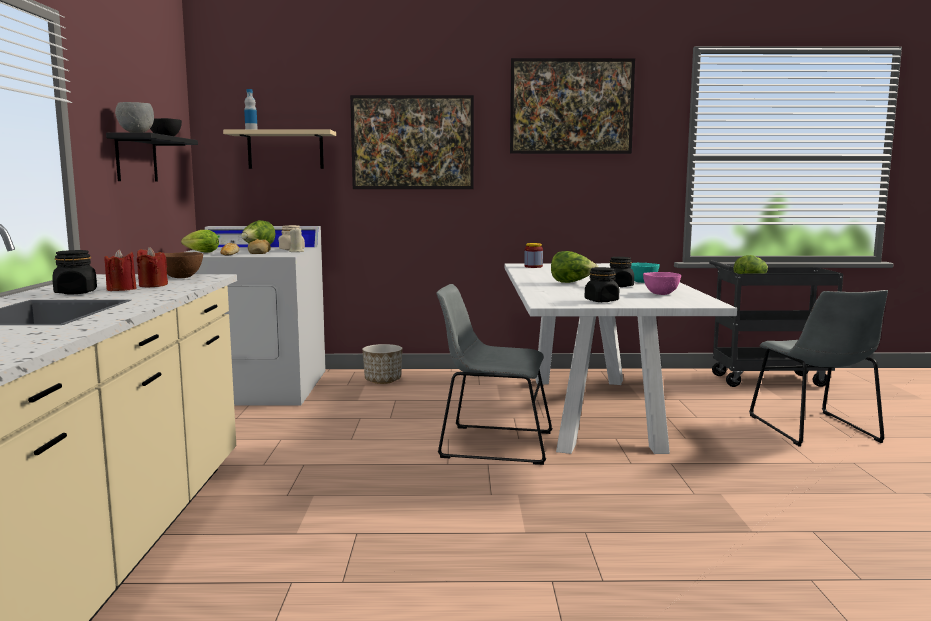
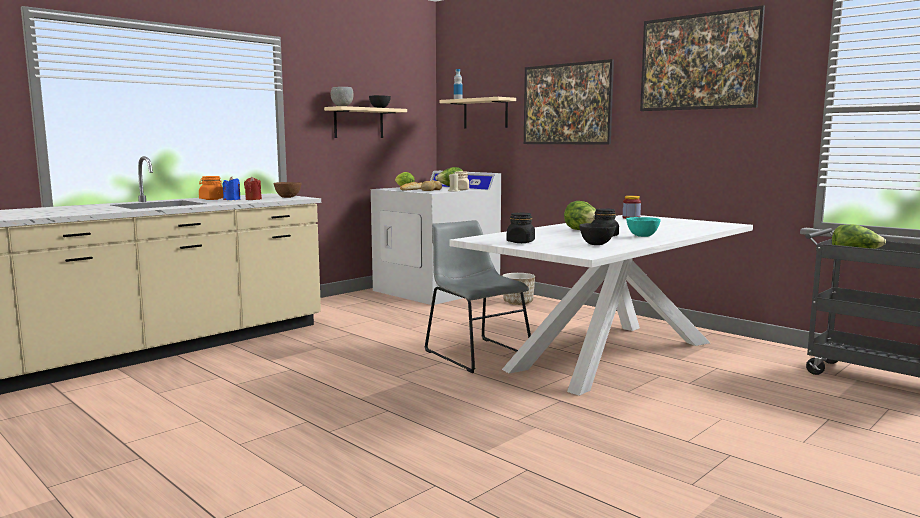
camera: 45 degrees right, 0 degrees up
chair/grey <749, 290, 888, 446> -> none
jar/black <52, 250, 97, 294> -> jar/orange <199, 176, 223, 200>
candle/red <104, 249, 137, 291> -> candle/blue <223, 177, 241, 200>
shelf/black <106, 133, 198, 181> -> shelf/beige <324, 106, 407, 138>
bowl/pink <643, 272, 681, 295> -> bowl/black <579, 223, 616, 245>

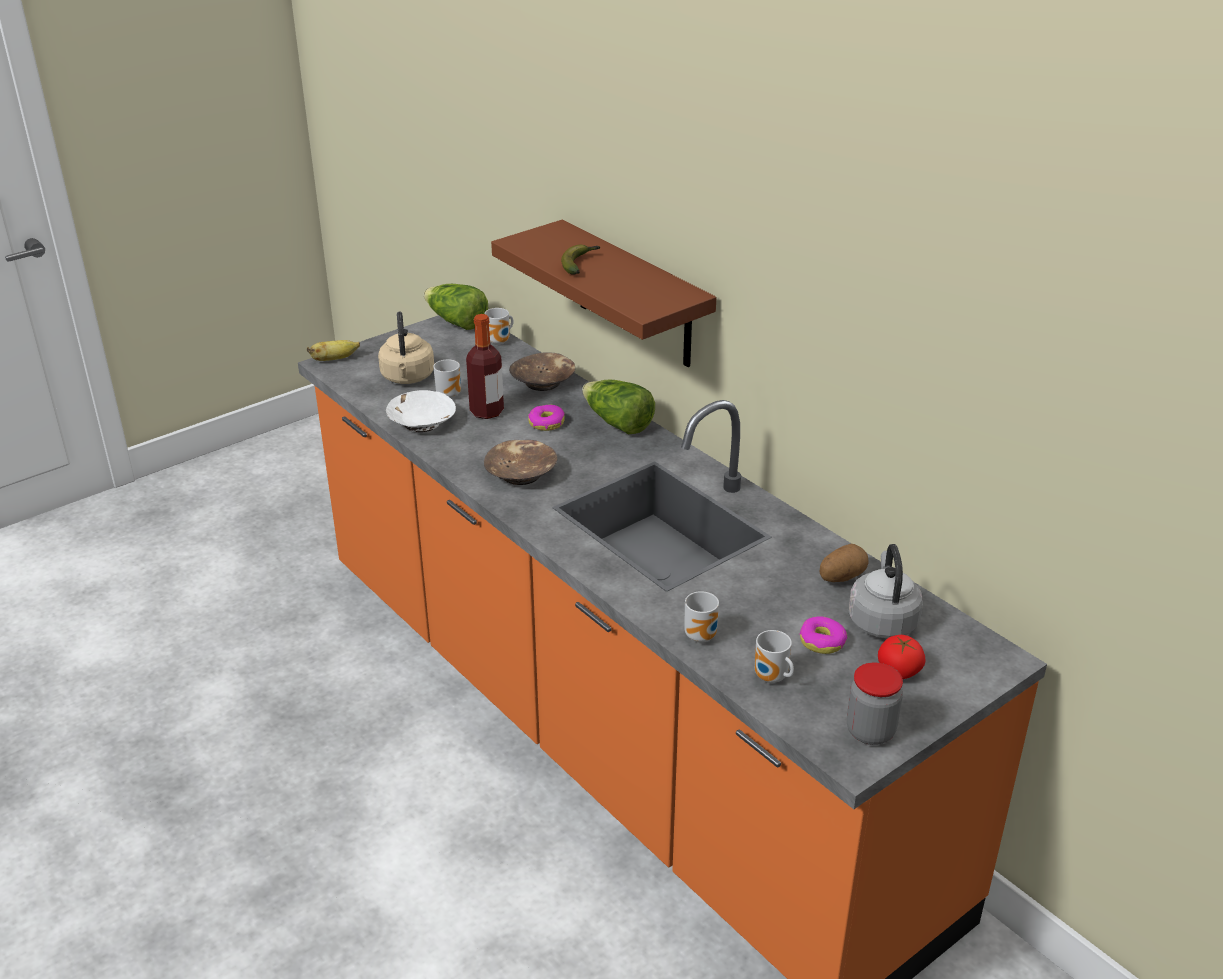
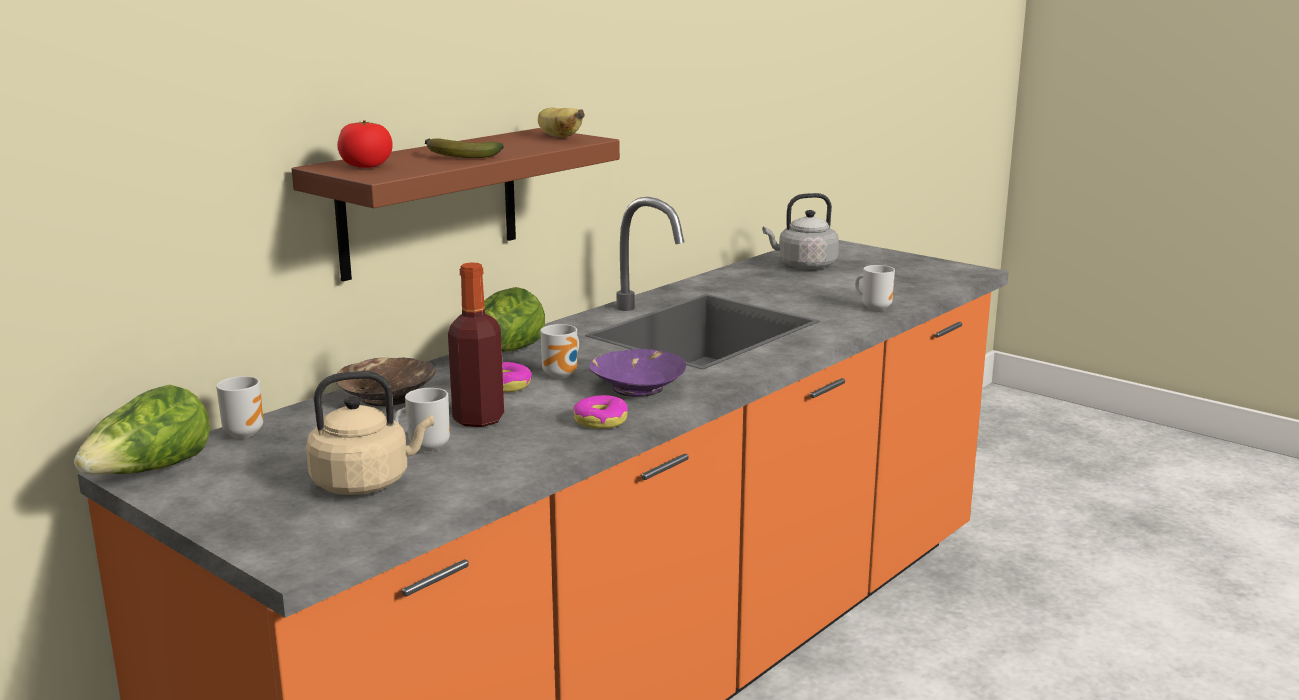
camera: 100 degrees left, 15 degrees down
bowl/white <386, 390, 456, 432> -> none
potato <819, 544, 869, 582> -> none
jar <847, 662, 903, 745> -> none
banana <307, 340, 360, 361> -> banana <538, 108, 585, 138>, shifted
mug <755, 630, 794, 683> -> mug <540, 324, 579, 379>, shifted
donut <799, 616, 847, 654> -> donut <573, 395, 628, 429>, shifted
tomato <878, 635, 925, 679> -> tomato <337, 120, 392, 168>, shifted
bowl/brown <484, 440, 557, 485> -> bowl/purple <590, 349, 686, 397>

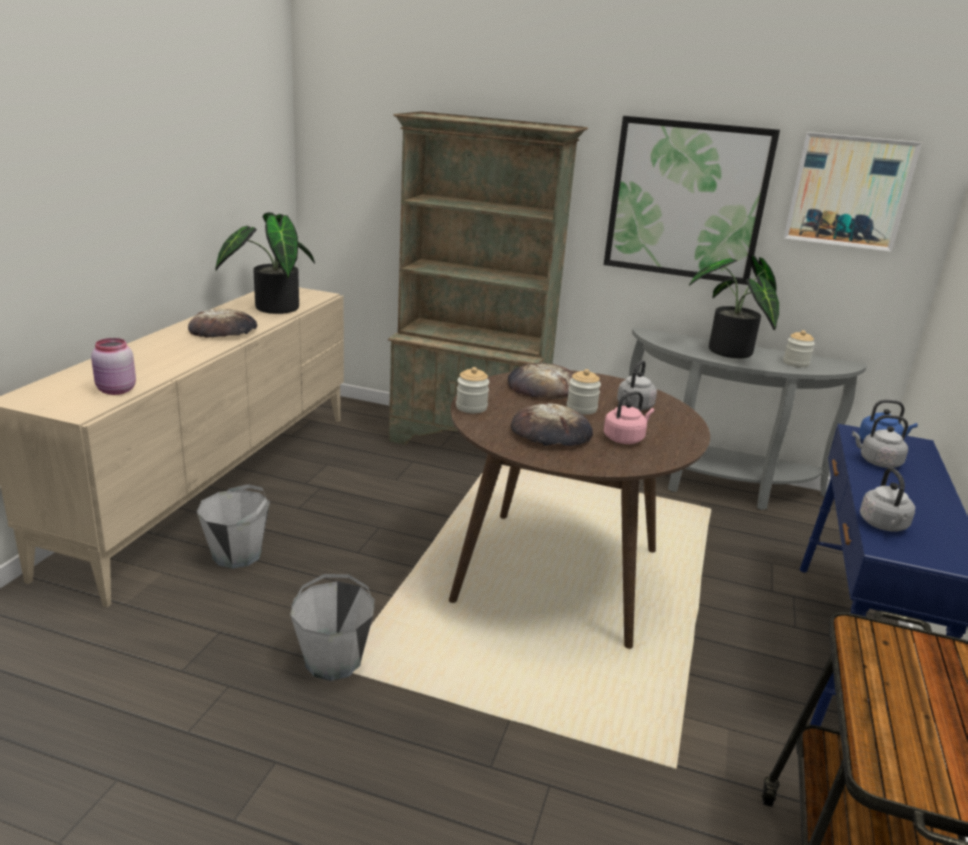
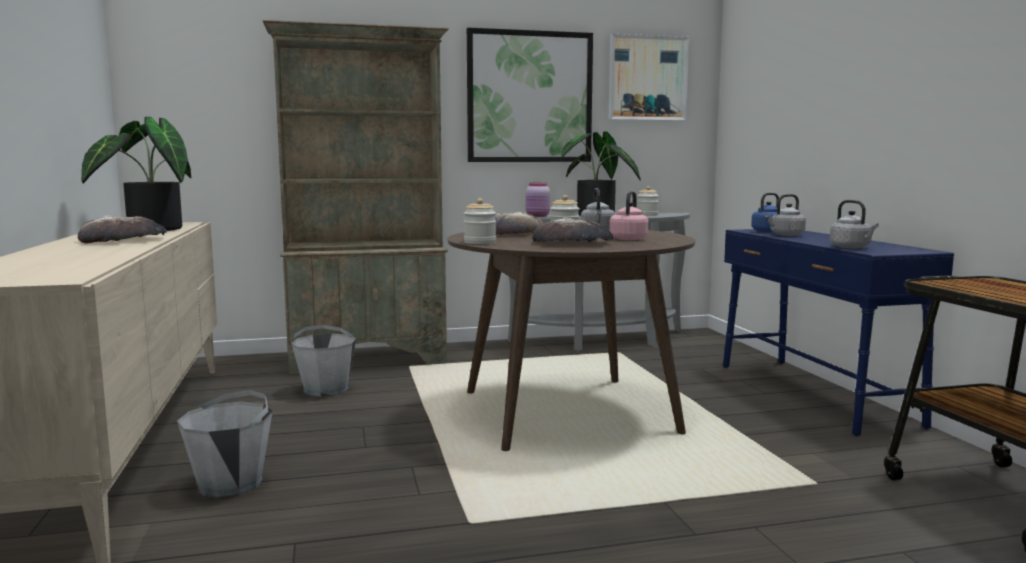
camera: 30 degrees left, 15 degrees down
jar/pink <91, 338, 136, 395> -> jar/pink <525, 182, 550, 217>, shifted
bucket/grey <290, 574, 375, 681> -> bucket/grey <291, 325, 357, 397>, shifted

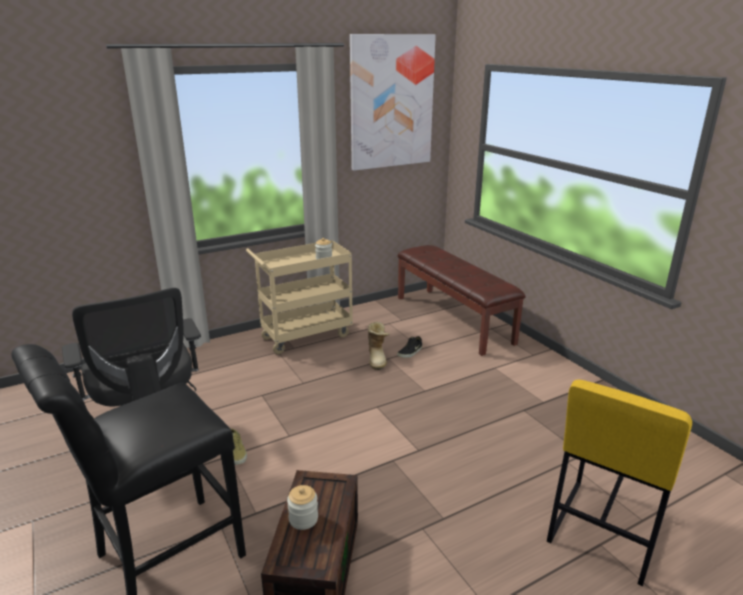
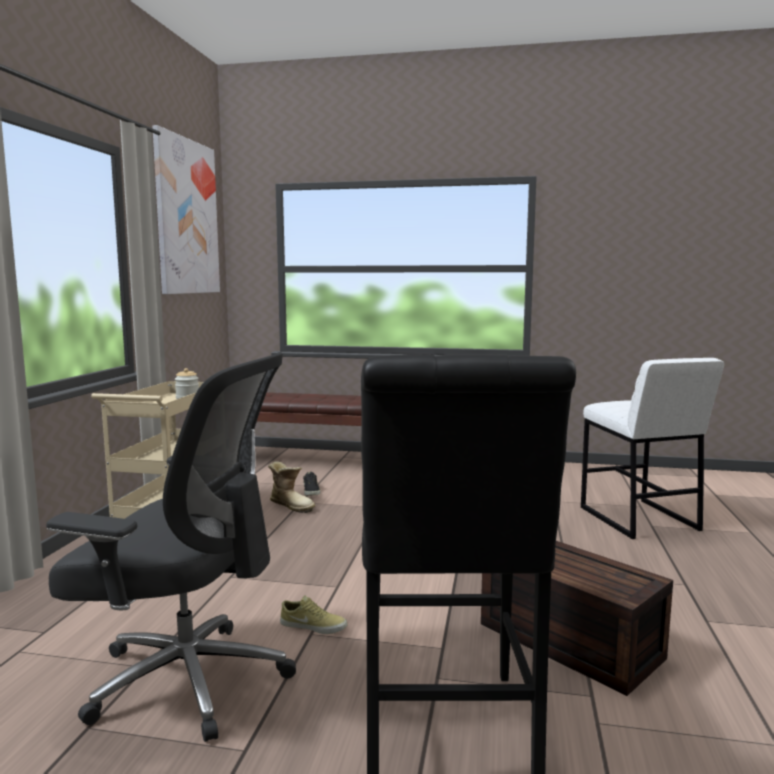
camera: 50 degrees left, 15 degrees down
jar <287, 485, 318, 530> -> none
chair/yellow <547, 380, 692, 586> -> chair/white <581, 358, 724, 539>

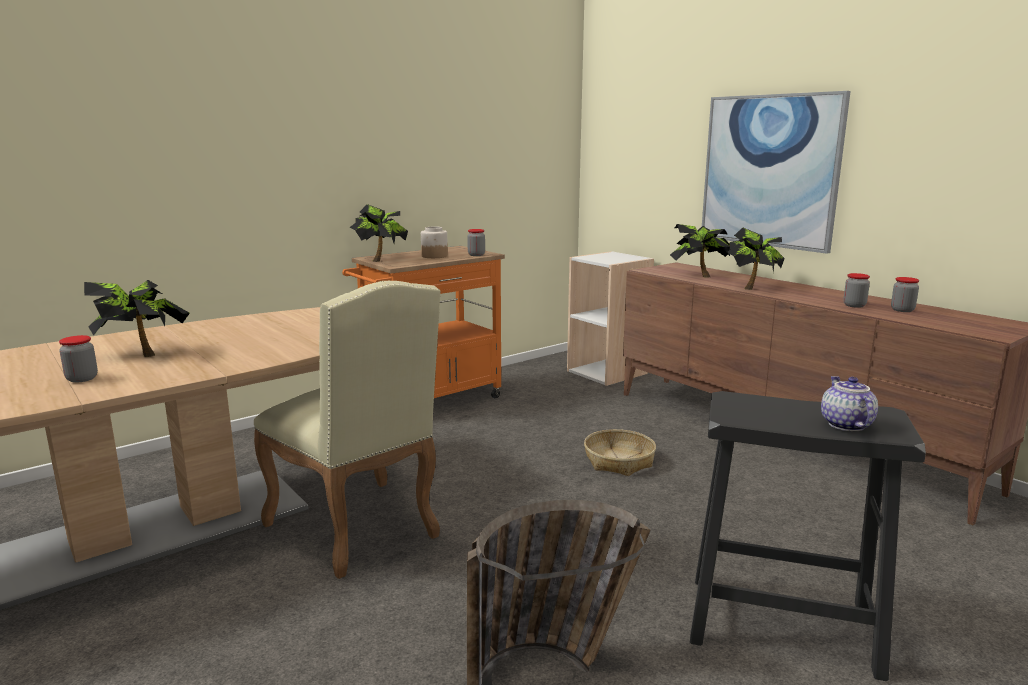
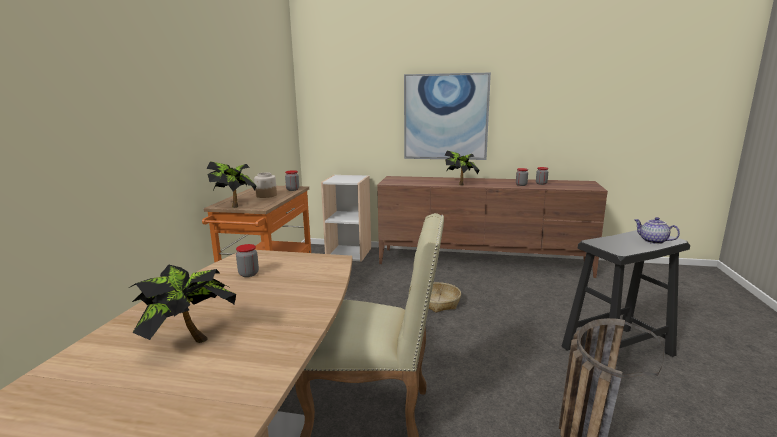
camera: 40 degrees left, 0 degrees up
potted plant <670, 224, 730, 278> -> none
jar <59, 335, 98, 383> -> jar <236, 244, 259, 277>, shifted

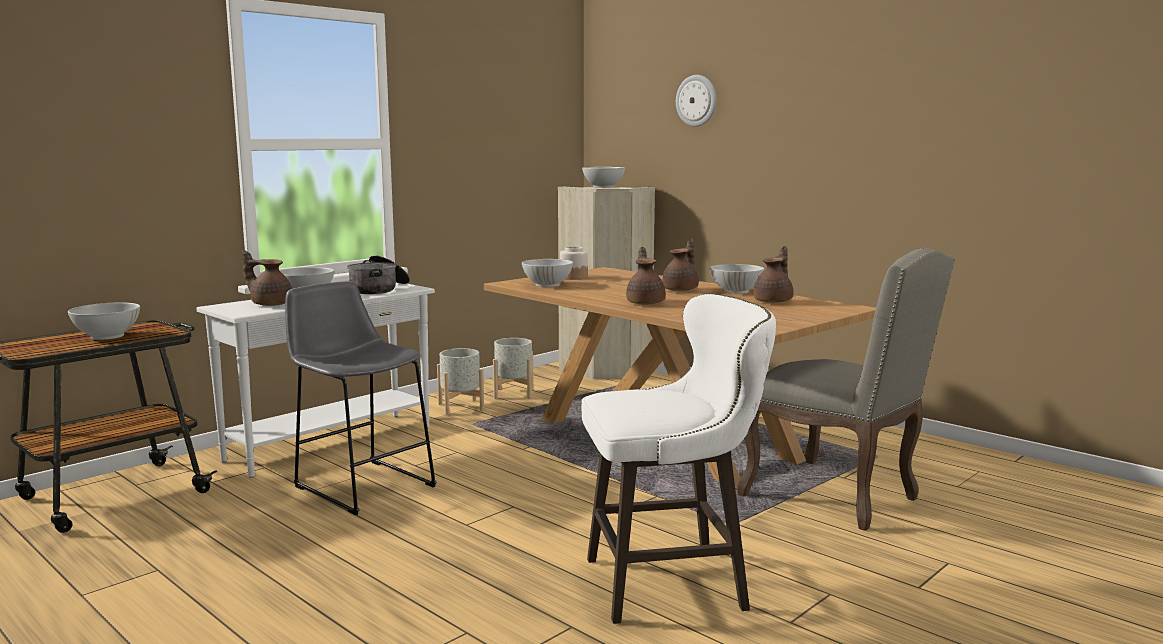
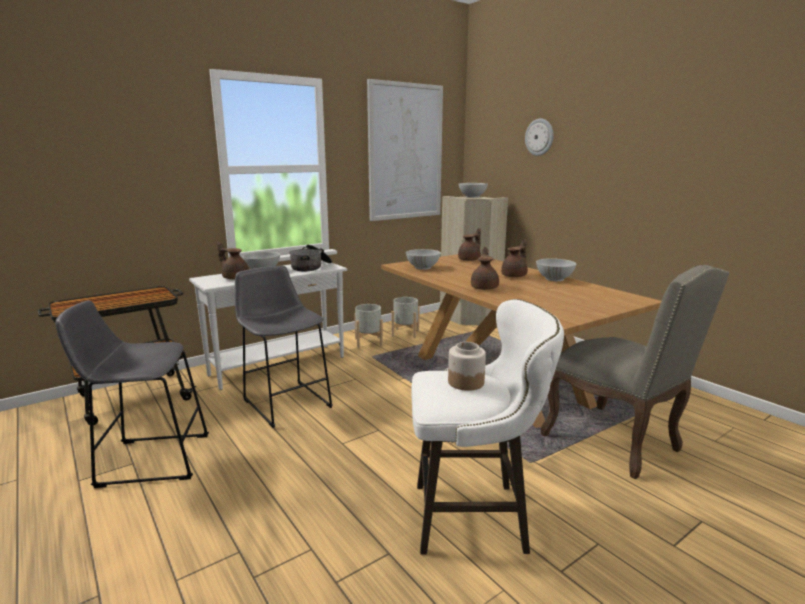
camera: 10 degrees right, 5 degrees up
bowl/white <68, 302, 140, 340> -> none
none -> stool/grey <55, 300, 209, 488>
none -> picture <367, 79, 443, 221>
jar <560, 246, 588, 280> -> jar <448, 342, 486, 391>, shifted
teapot/brown <754, 246, 794, 303> -> teapot/brown <458, 228, 481, 261>, shifted

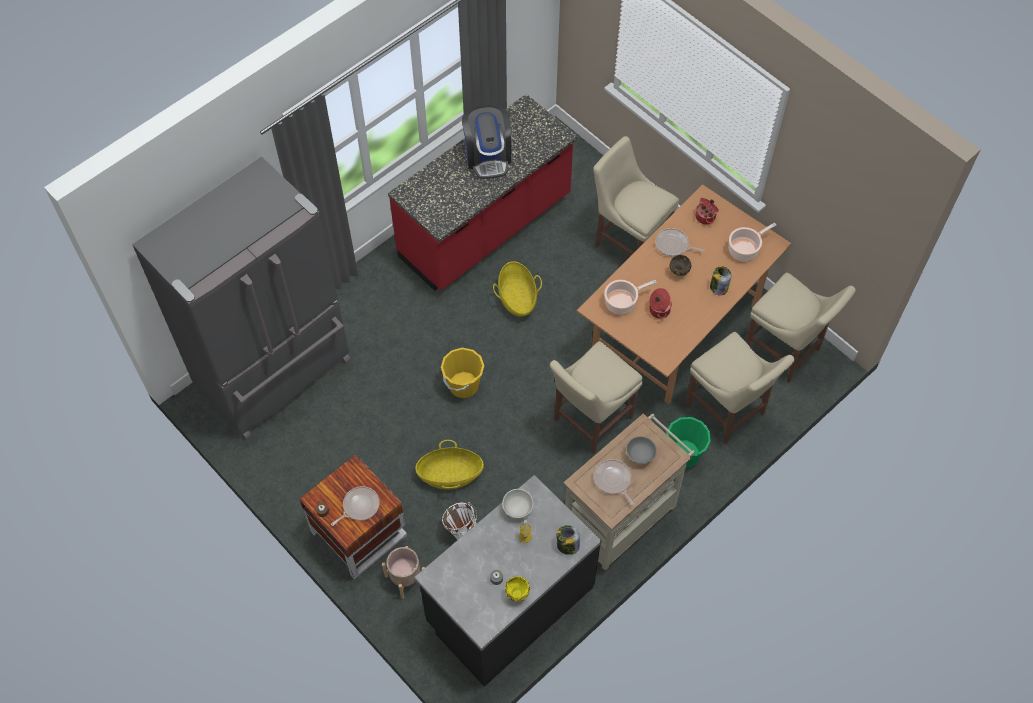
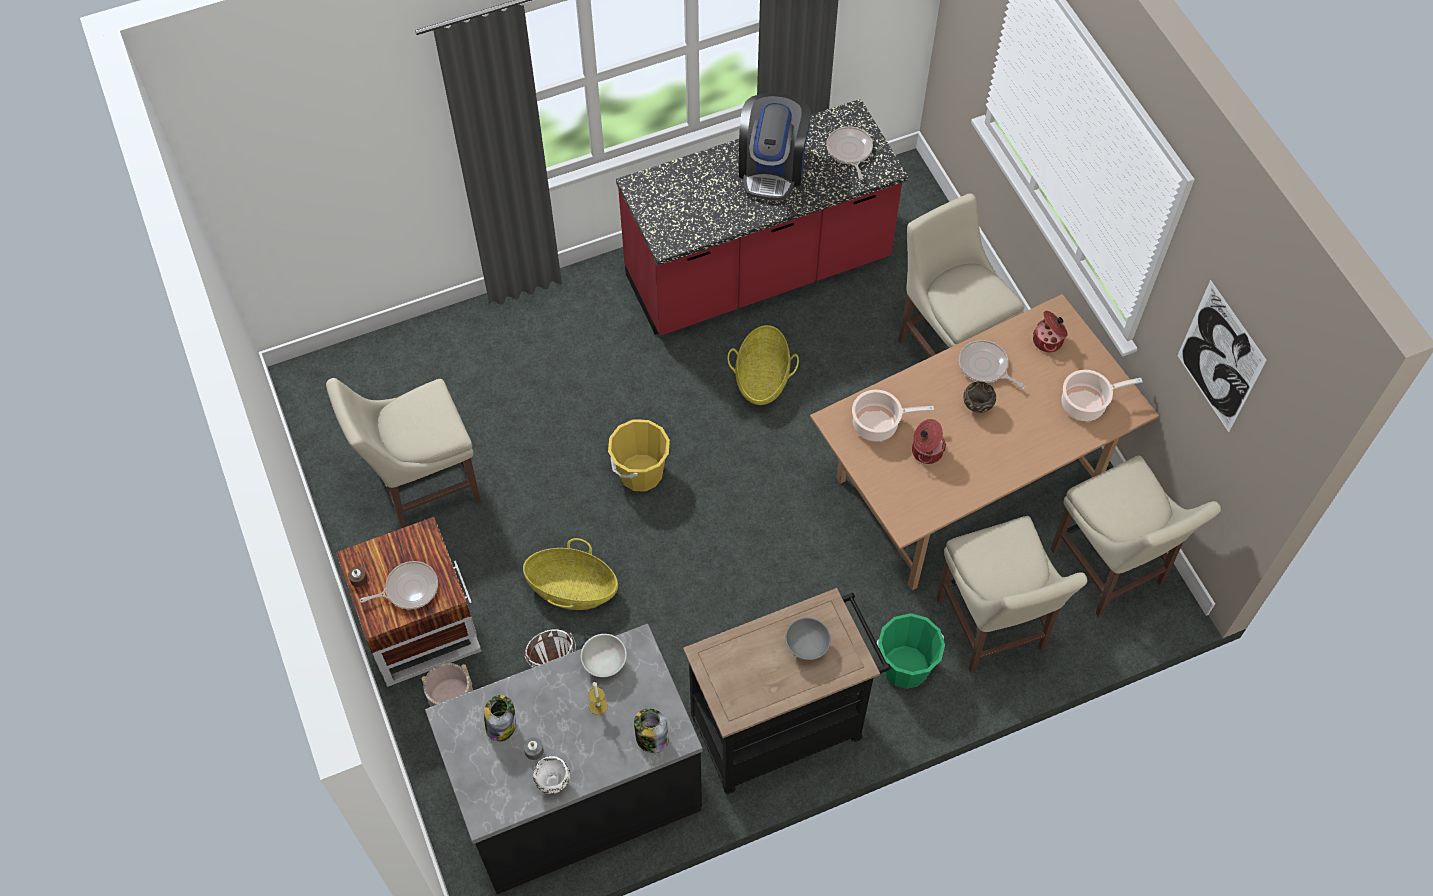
camera: 20 degrees right, 0 degrees up
fridge/grey <132, 157, 351, 440> -> none
none -> picture <1177, 280, 1267, 432>
chair/beige <550, 341, 643, 454> -> chair/beige <326, 378, 481, 528>, shifted
frying pan <594, 459, 635, 506> -> frying pan <826, 126, 873, 180>, shifted
jar <710, 266, 731, 296> -> jar <484, 695, 516, 742>, shifted
bowl/yellow <505, 576, 530, 602> -> bowl/white <533, 756, 570, 794>
cart/beige <563, 413, 695, 572> -> cart/black <683, 588, 891, 794>

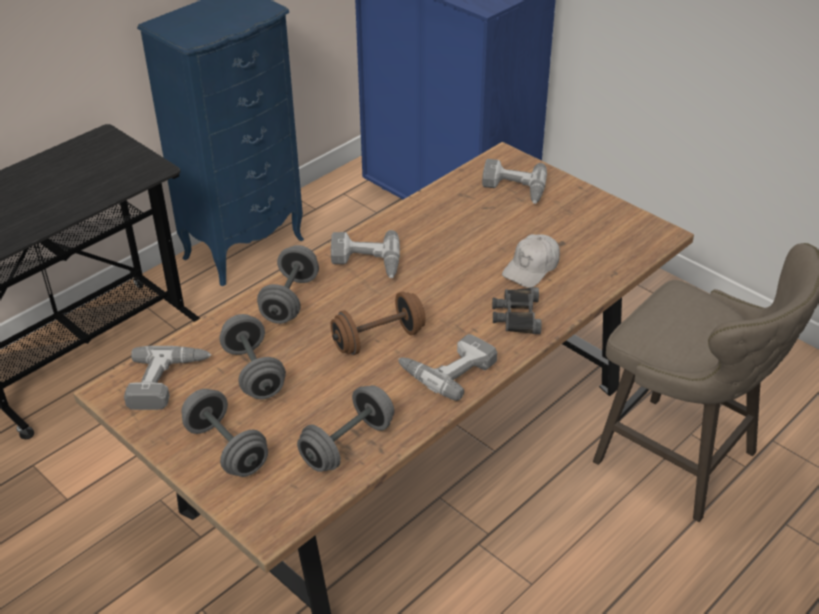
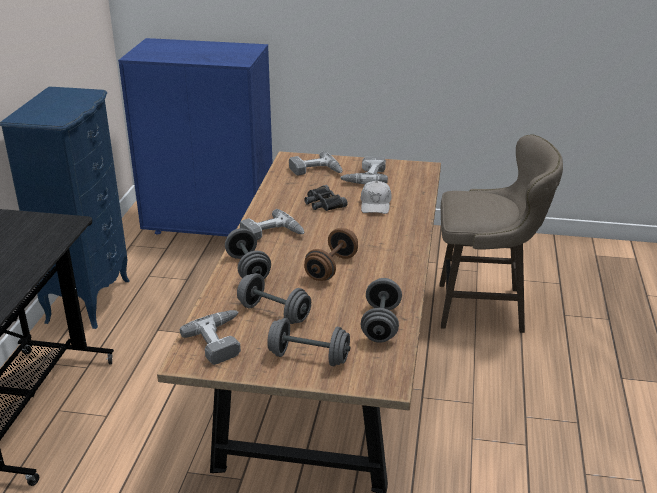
camera: 35 degrees left, 10 degrees down
power drill <398, 334, 497, 401> -> power drill <340, 157, 388, 184>, shifted
binoculars/black <492, 287, 541, 334> -> binoculars/black <304, 185, 348, 211>, shifted

